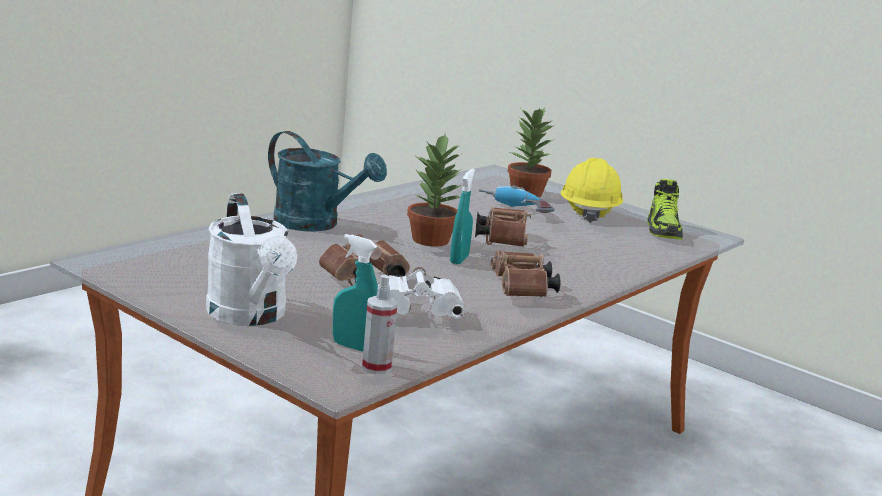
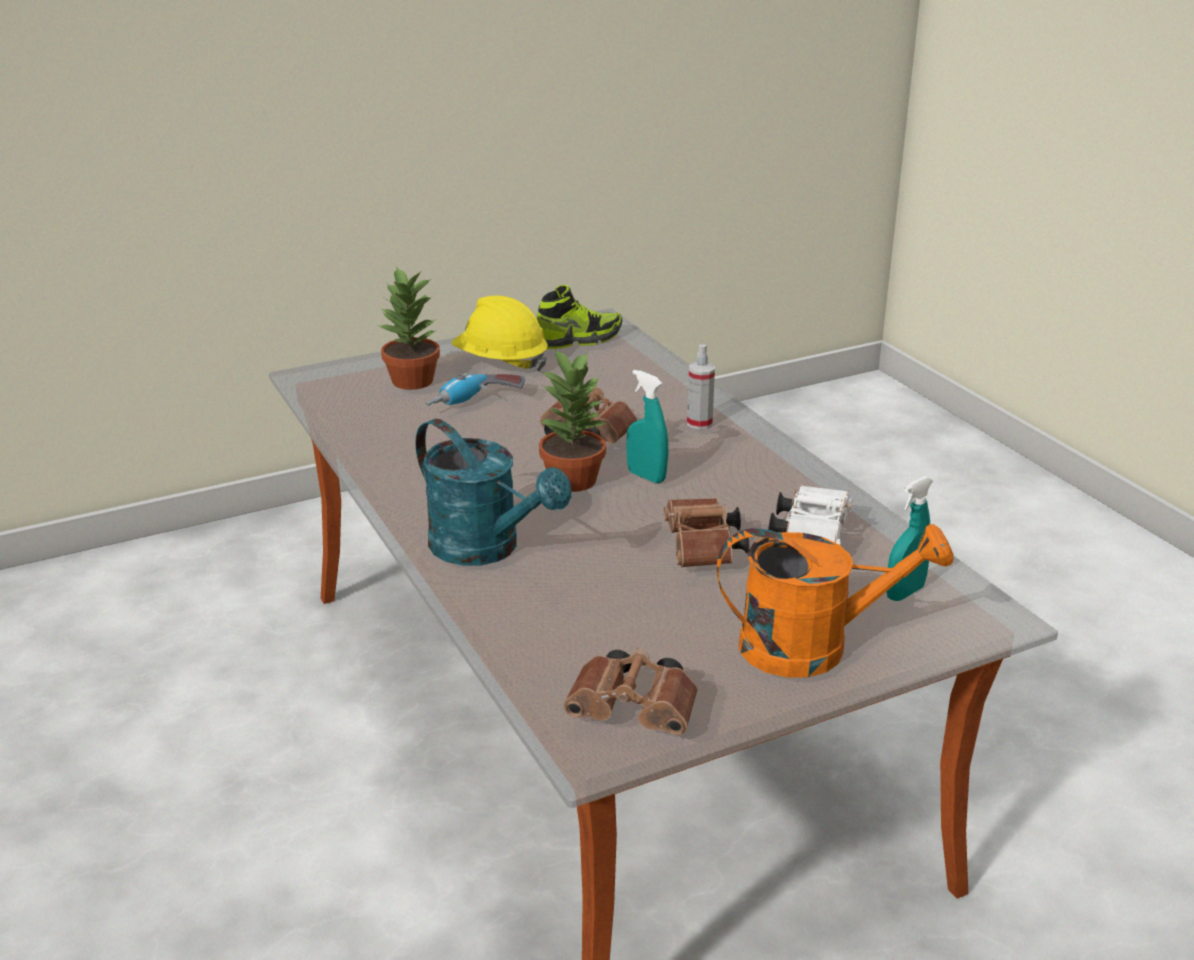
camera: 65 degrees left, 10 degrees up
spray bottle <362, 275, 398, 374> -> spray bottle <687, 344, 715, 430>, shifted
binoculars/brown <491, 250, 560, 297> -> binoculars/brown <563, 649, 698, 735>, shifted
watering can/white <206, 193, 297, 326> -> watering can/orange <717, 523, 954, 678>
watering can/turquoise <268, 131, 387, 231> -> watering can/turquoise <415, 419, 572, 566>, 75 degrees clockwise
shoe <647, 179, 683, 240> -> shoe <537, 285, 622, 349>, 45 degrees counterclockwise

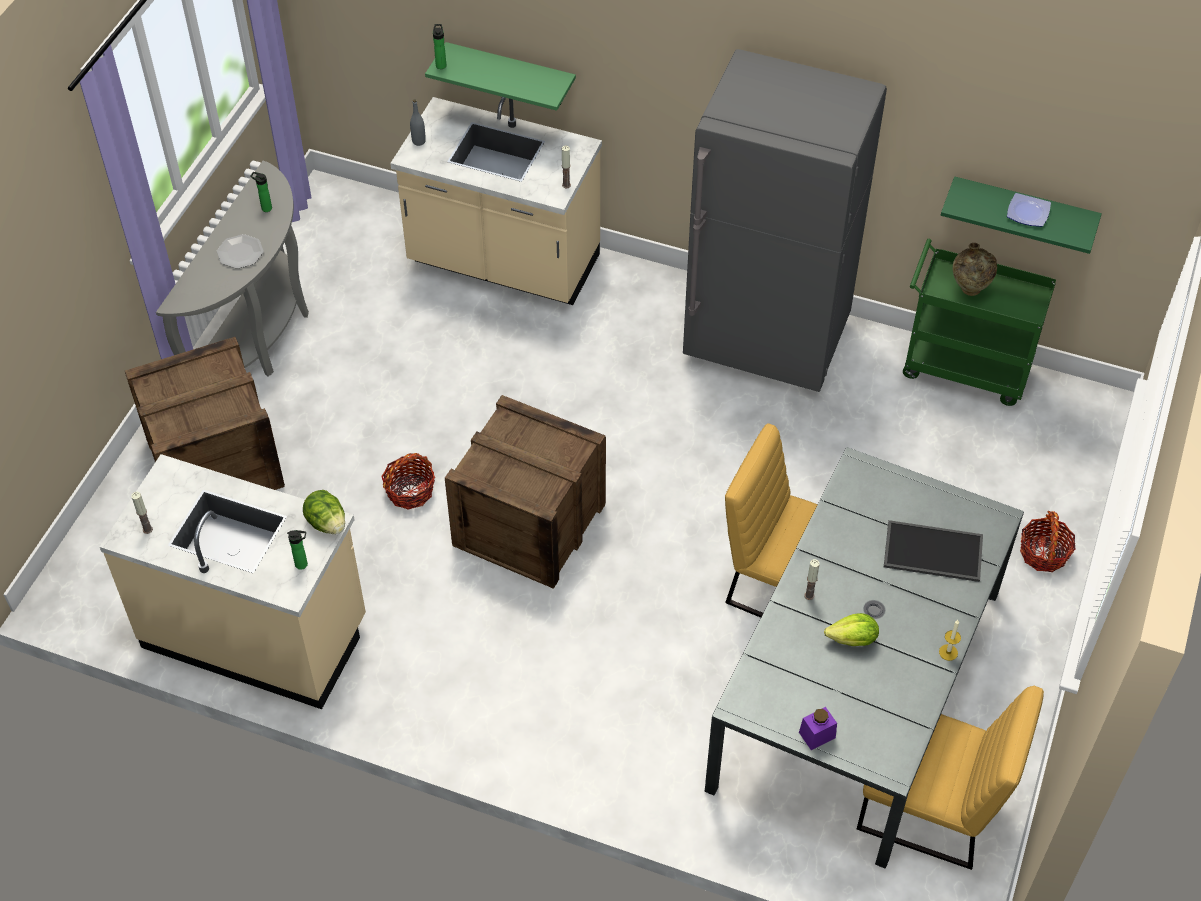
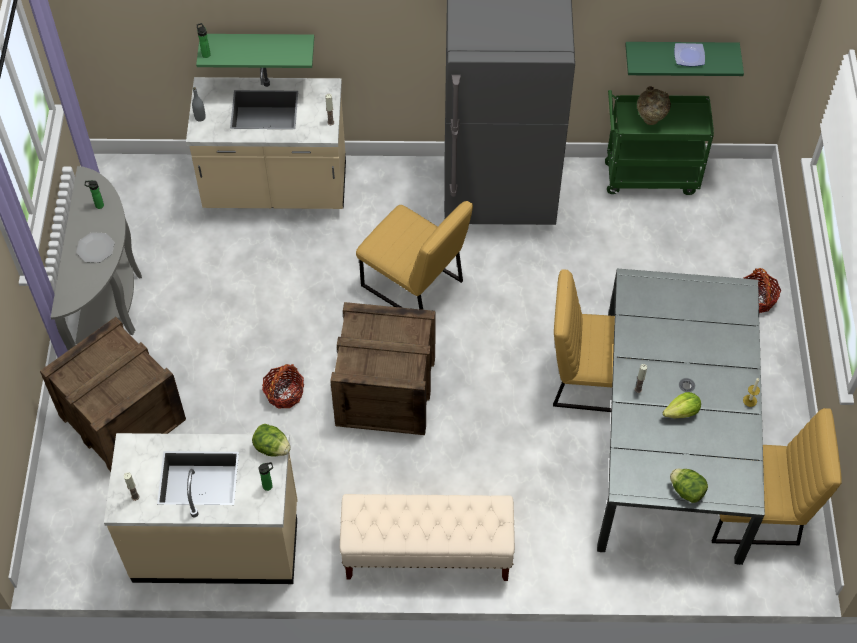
camera: 20 degrees left, 5 degrees up
tray <884, 520, 983, 582> -> none
none -> bench/beige <340, 494, 515, 581>
none -> chair/yellow <356, 201, 473, 310>
jar/purple <799, 707, 837, 750> -> lettuce <670, 469, 708, 503>

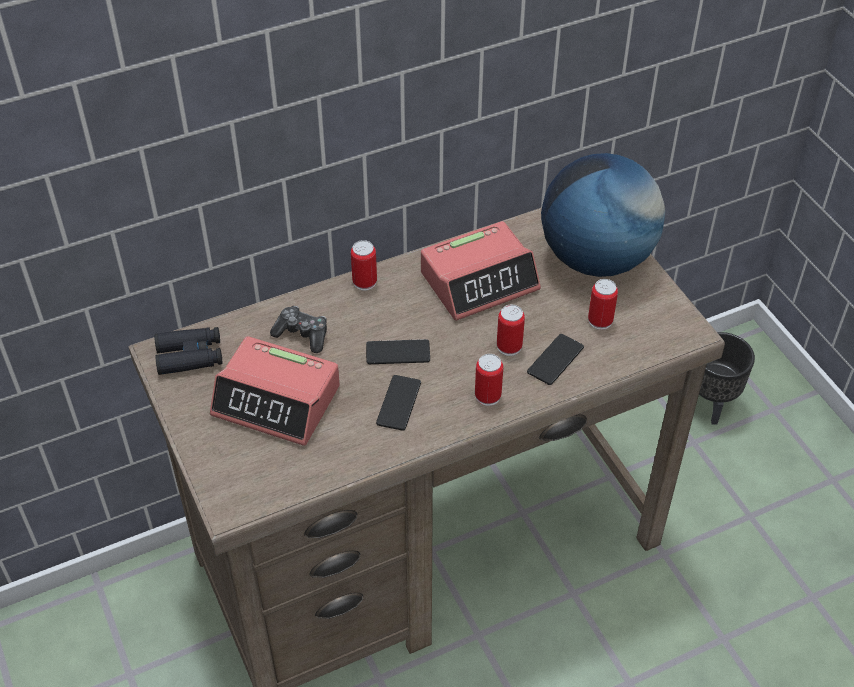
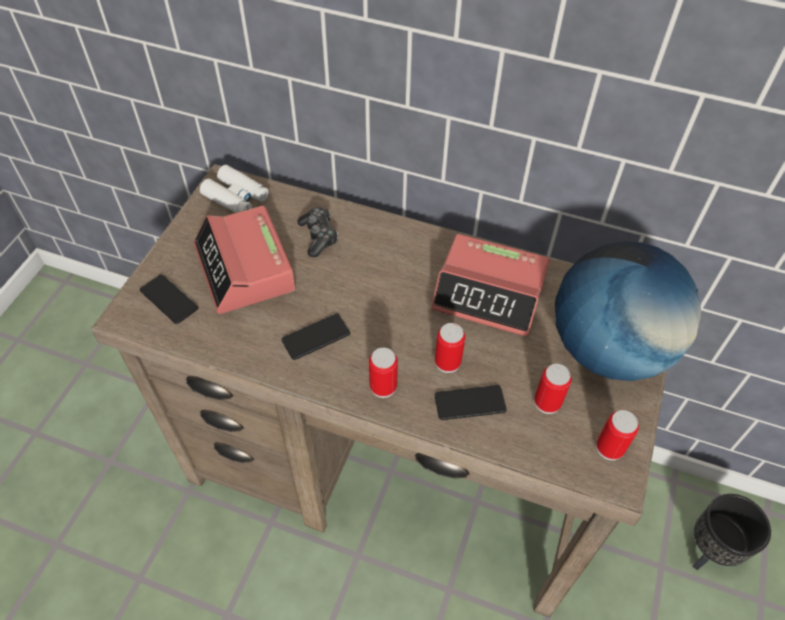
camera: 45 degrees right, 5 degrees up
can <351, 240, 377, 291> -> can <596, 410, 639, 460>, shifted
phone <366, 339, 430, 364> -> phone <140, 274, 199, 324>, shifted
binoculars/black <154, 327, 223, 375> -> binoculars/white <200, 165, 269, 213>

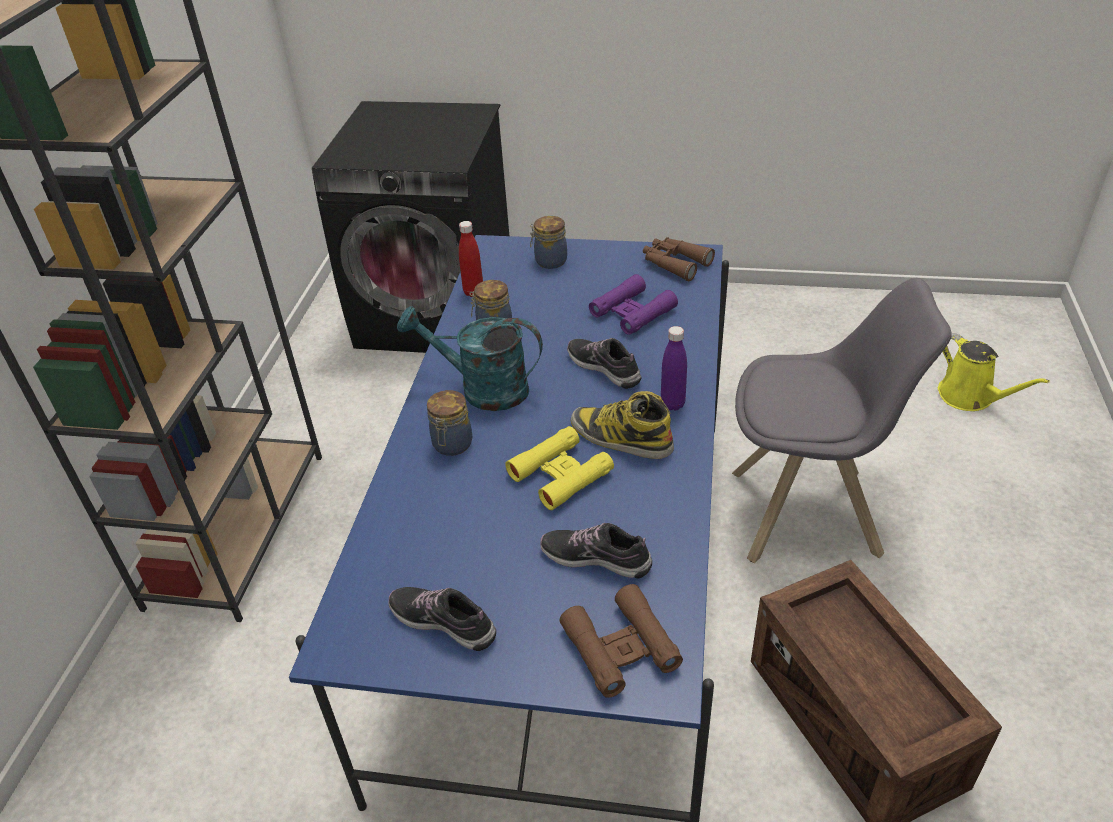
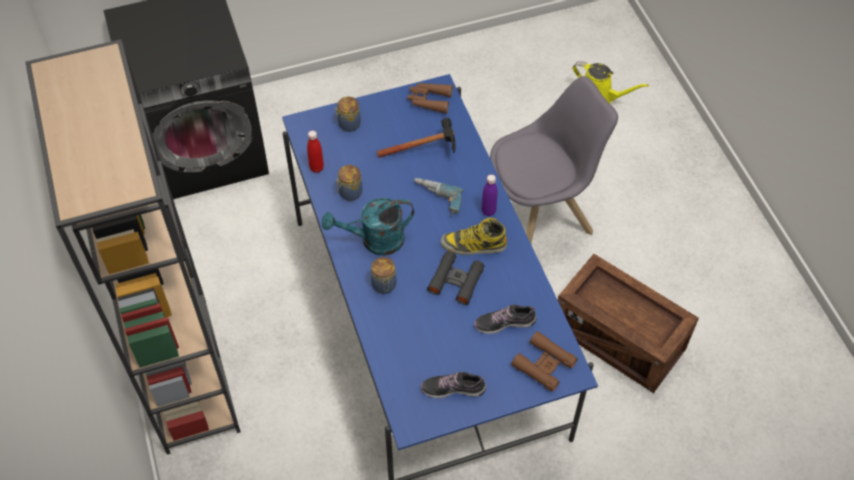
camera: 30 degrees left, 15 degrees up
shoe <567, 338, 642, 389> -> power drill <414, 178, 463, 216>
binoculars/purple <589, 274, 678, 335> -> hammer <377, 118, 456, 158>
binoculars/yellow <505, 426, 614, 510> -> binoculars/black <427, 251, 484, 305>

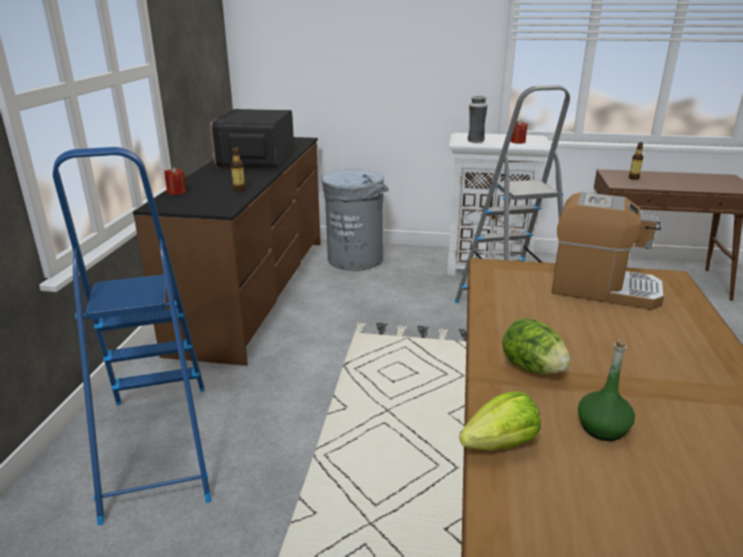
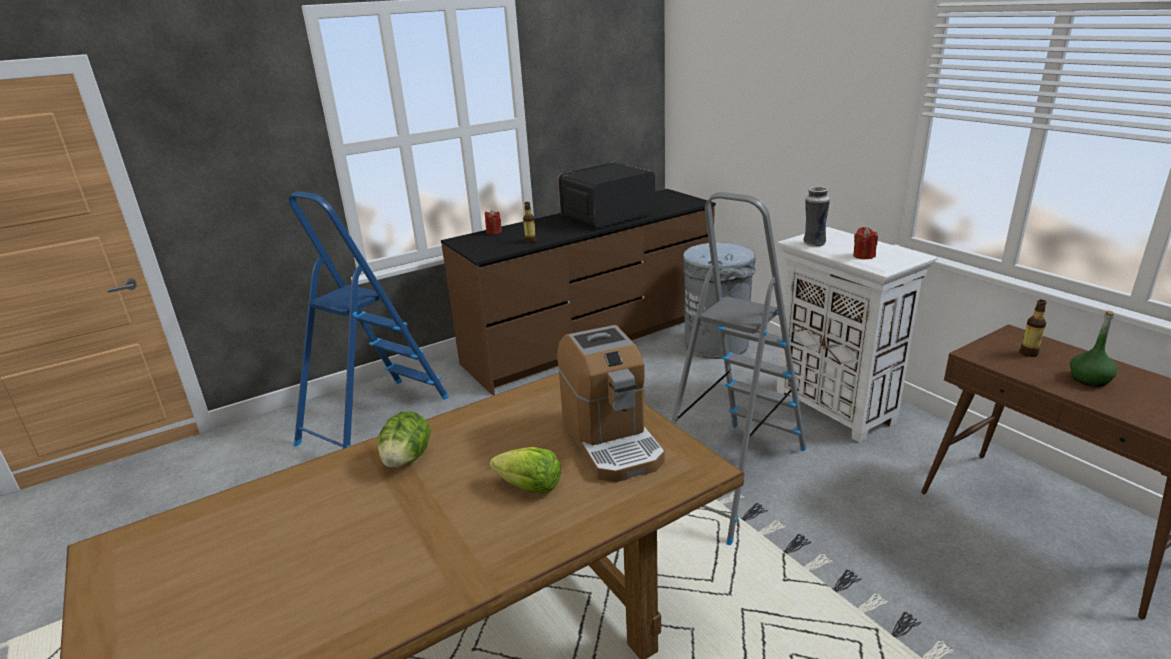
camera: 50 degrees right, 0 degrees up
lettuce <459, 392, 541, 451> -> lettuce <490, 447, 561, 494>, shifted
bottle/green <578, 339, 635, 441> -> bottle/green <1070, 311, 1118, 387>, shifted

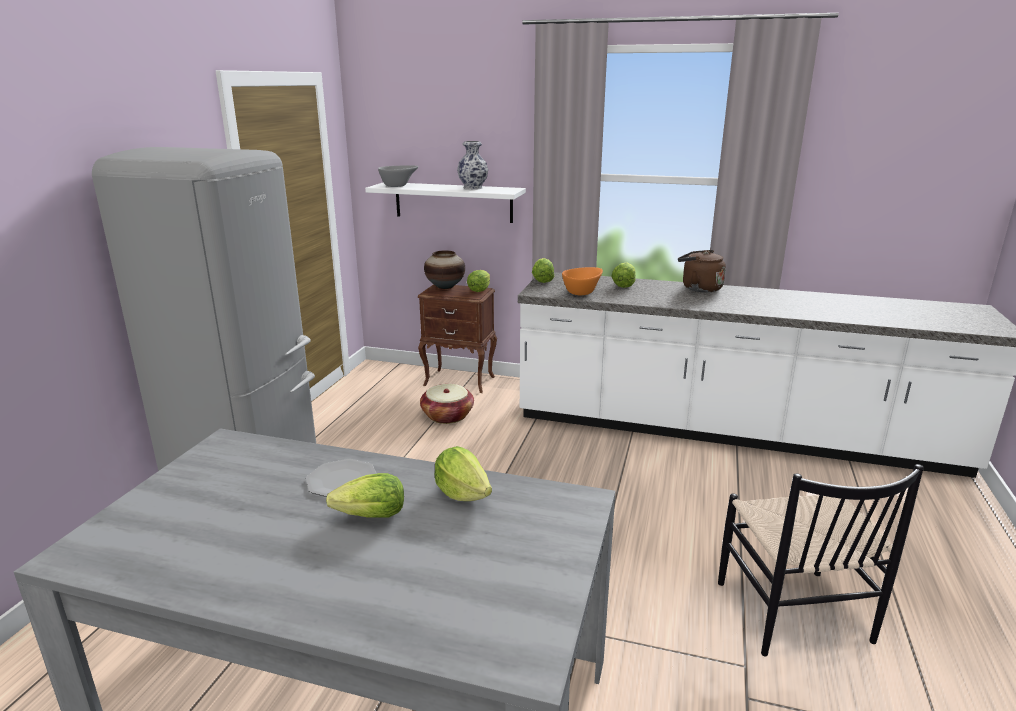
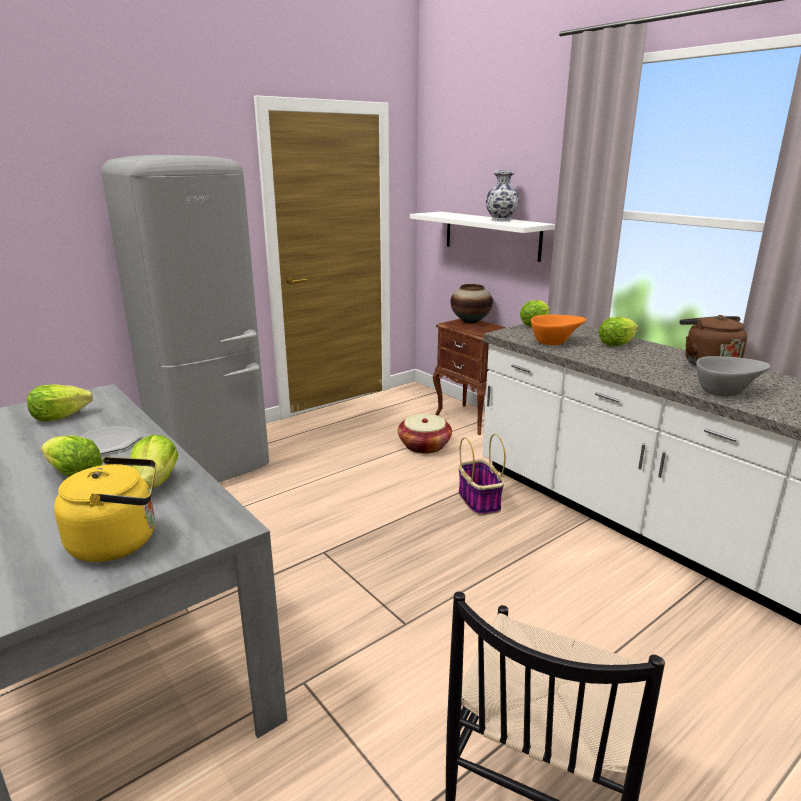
camera: 35 degrees right, 0 degrees up
none -> kettle/yellow <54, 457, 156, 562>
none -> basket <459, 434, 506, 515>
bowl/grey <378, 165, 419, 187> -> bowl/grey <696, 356, 770, 397>, shifted
lettuce <467, 270, 490, 292> -> lettuce <27, 384, 93, 421>, shifted

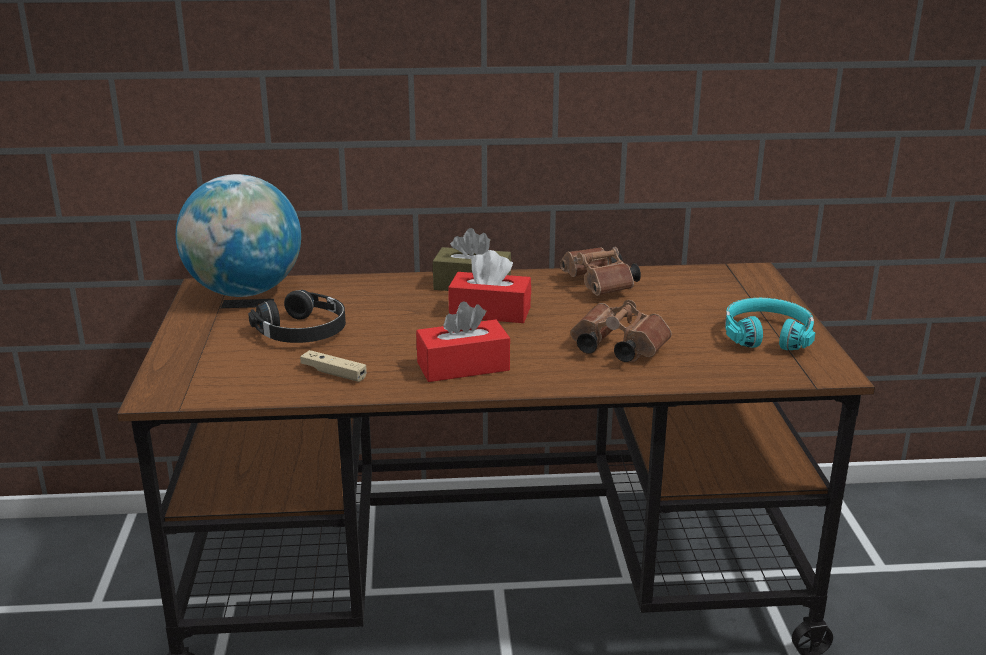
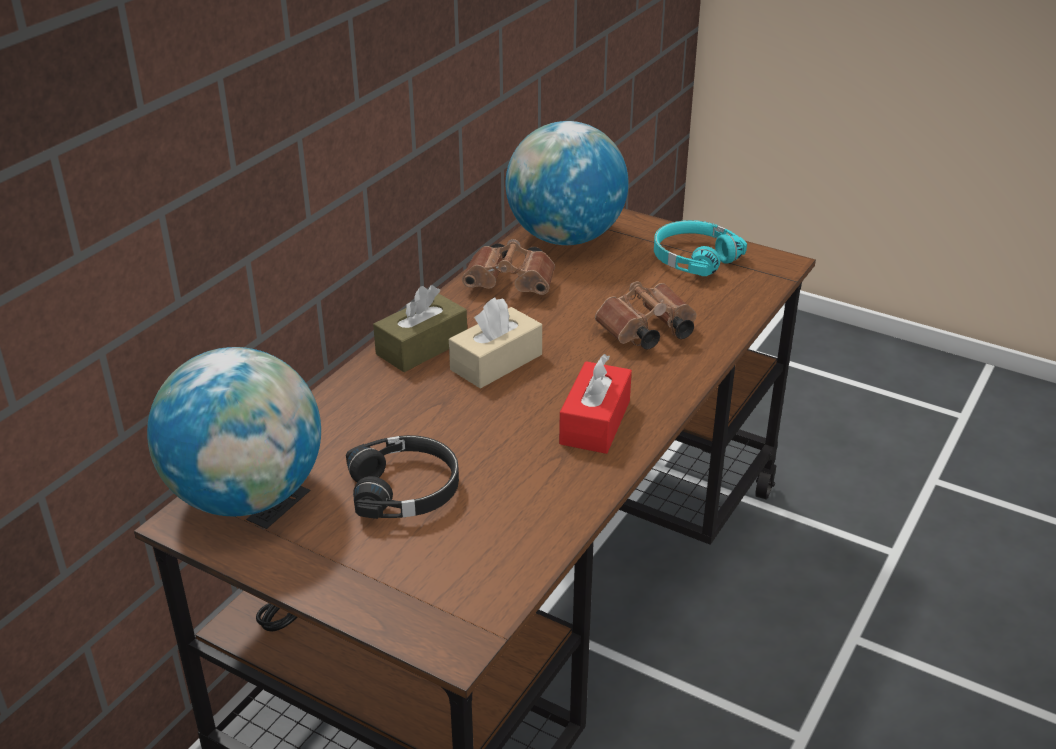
camera: 55 degrees left, 10 degrees up
game controller/beige <300, 350, 367, 382> -> none
none -> globe <506, 121, 628, 245>
tissue box/red <448, 250, 531, 323> -> tissue box/beige <449, 297, 542, 389>

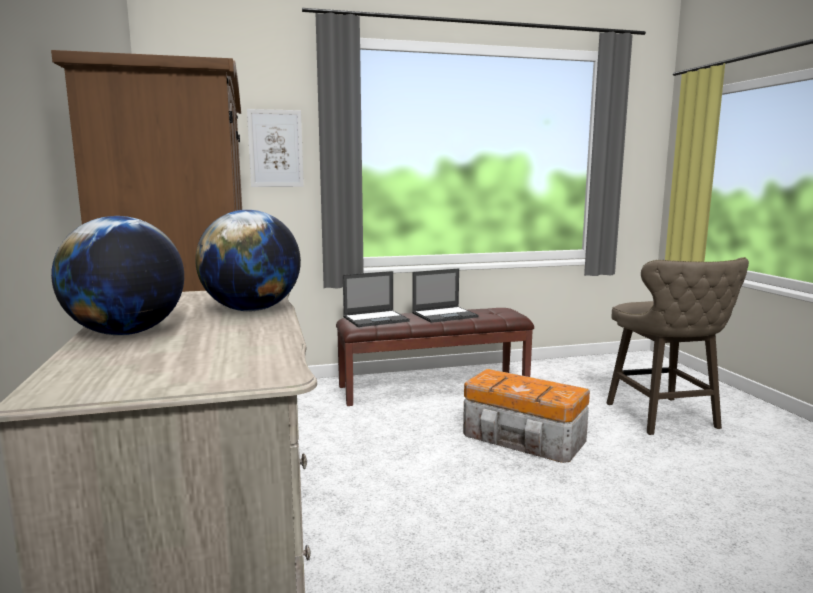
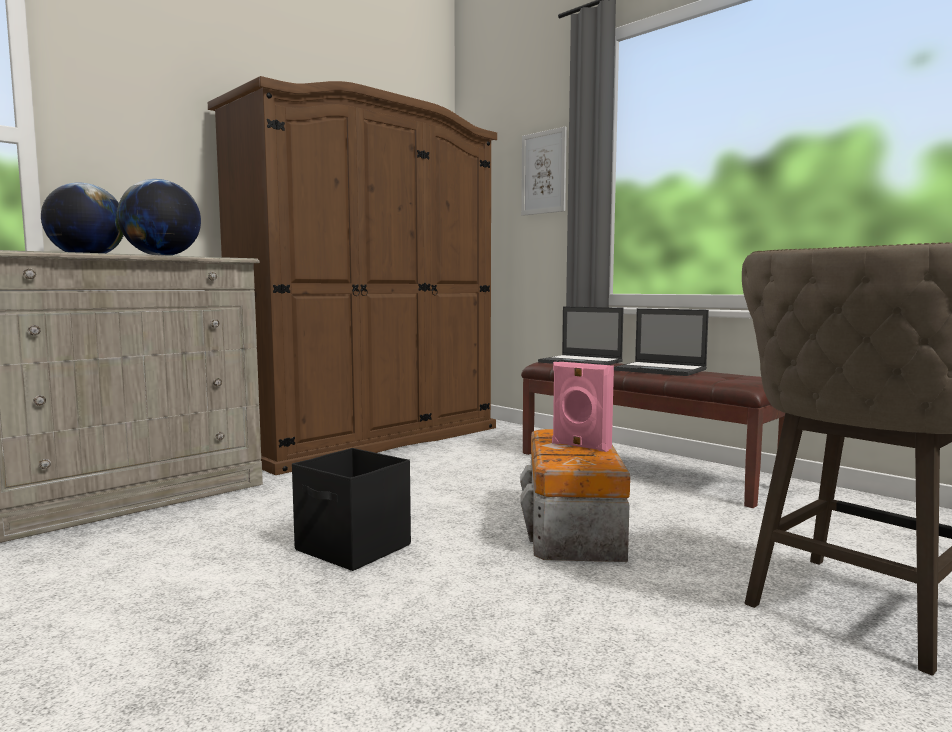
camera: 60 degrees right, 5 degrees down
none -> storage box/black <292, 448, 411, 571>
none -> speaker/pink <552, 362, 614, 452>

